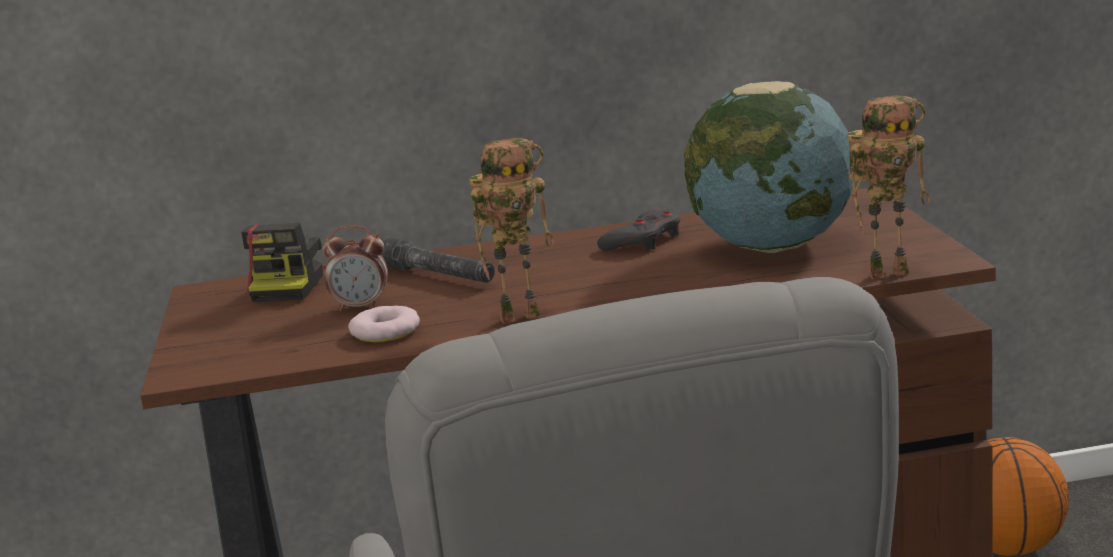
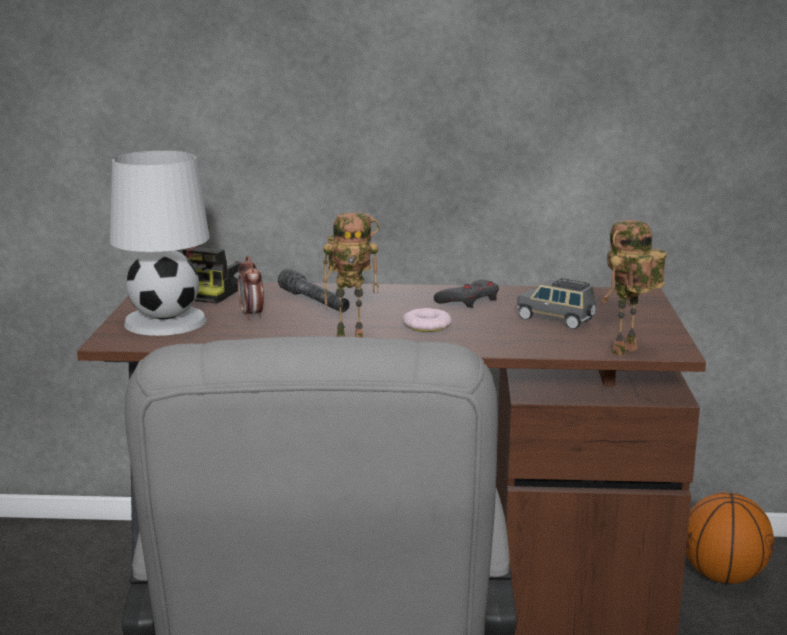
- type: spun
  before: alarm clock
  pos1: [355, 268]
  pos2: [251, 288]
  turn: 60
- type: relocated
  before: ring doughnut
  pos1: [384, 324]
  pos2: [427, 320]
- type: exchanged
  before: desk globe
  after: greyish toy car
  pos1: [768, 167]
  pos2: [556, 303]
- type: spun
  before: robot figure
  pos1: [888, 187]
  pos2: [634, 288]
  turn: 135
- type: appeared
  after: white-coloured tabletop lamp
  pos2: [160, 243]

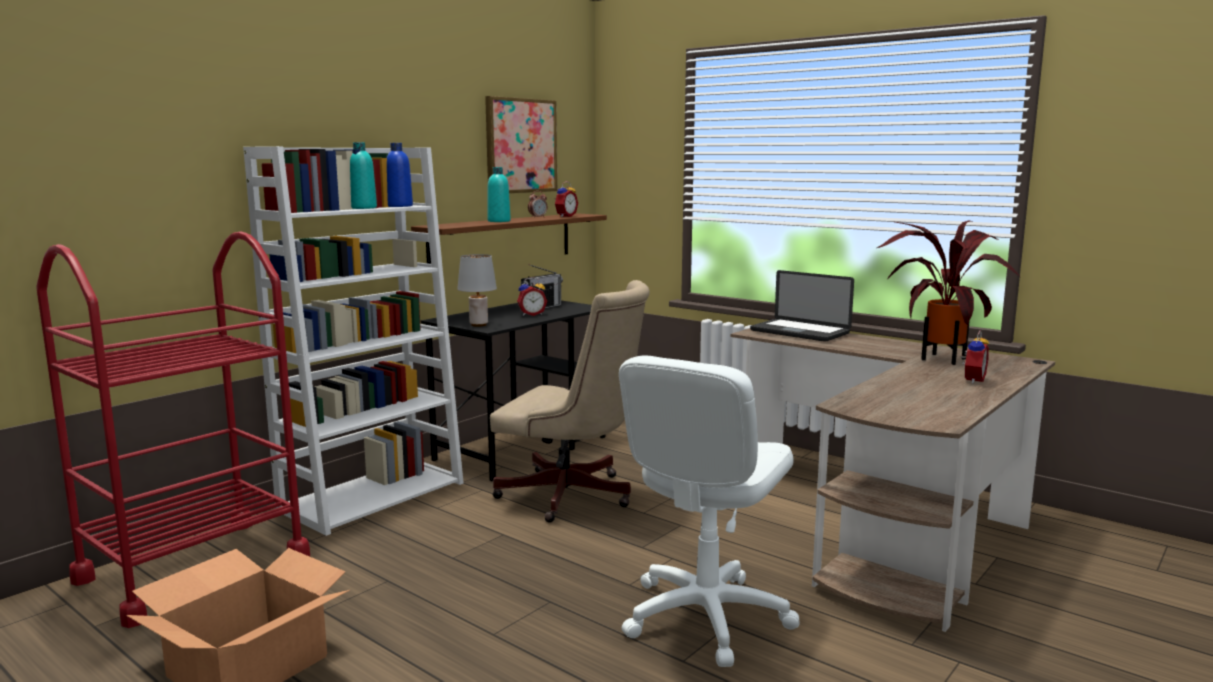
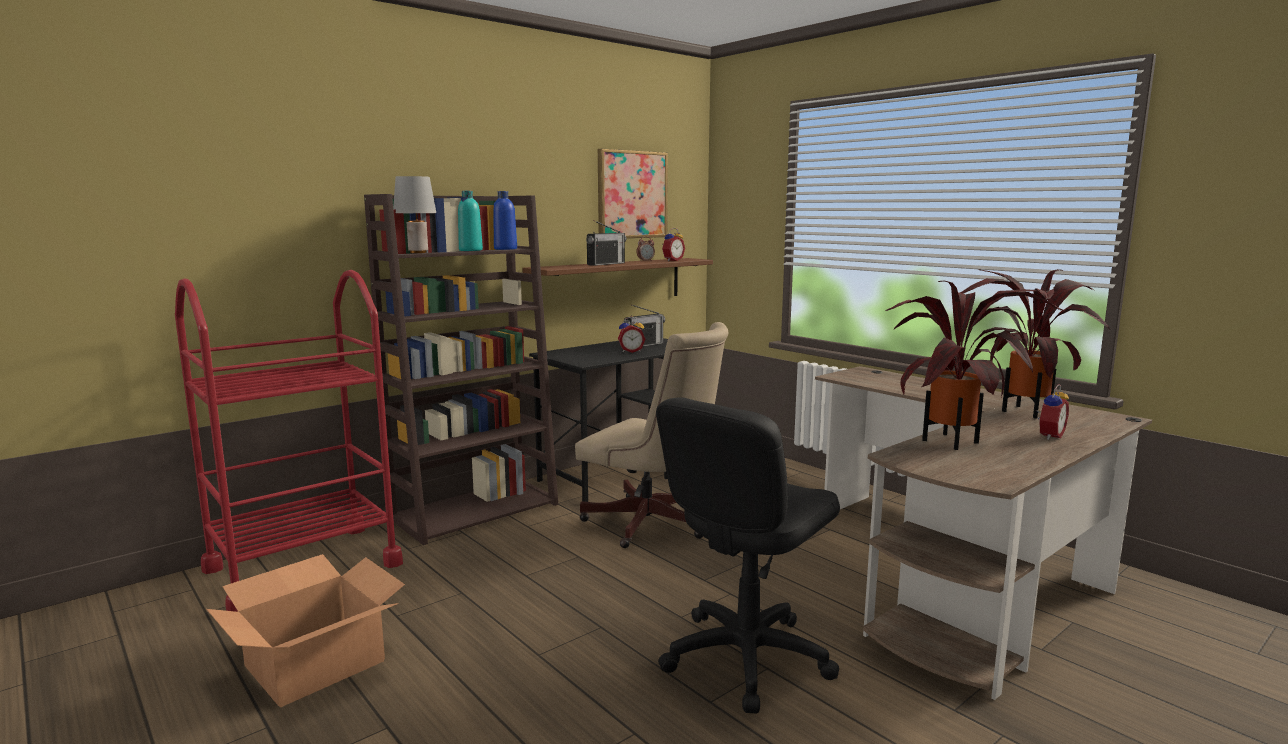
- type: colour
  before: white-coloured shelving unit
  after: brown-coloured shelving unit
  pos1: [353, 341]
  pos2: [461, 369]
- type: relocated
  before: greyish tabletop lamp
  pos1: [477, 290]
  pos2: [414, 214]
- type: exchanged
  before: turquoise beverage bottle
  after: radio
  pos1: [499, 194]
  pos2: [606, 243]
- type: colour
  before: white-coloured computer chair
  after: blackish computer chair
  pos1: [709, 511]
  pos2: [748, 555]
- type: missing
  before: laptop
  pos1: [802, 306]
- type: appeared
  after: potted plant
  pos2: [975, 365]

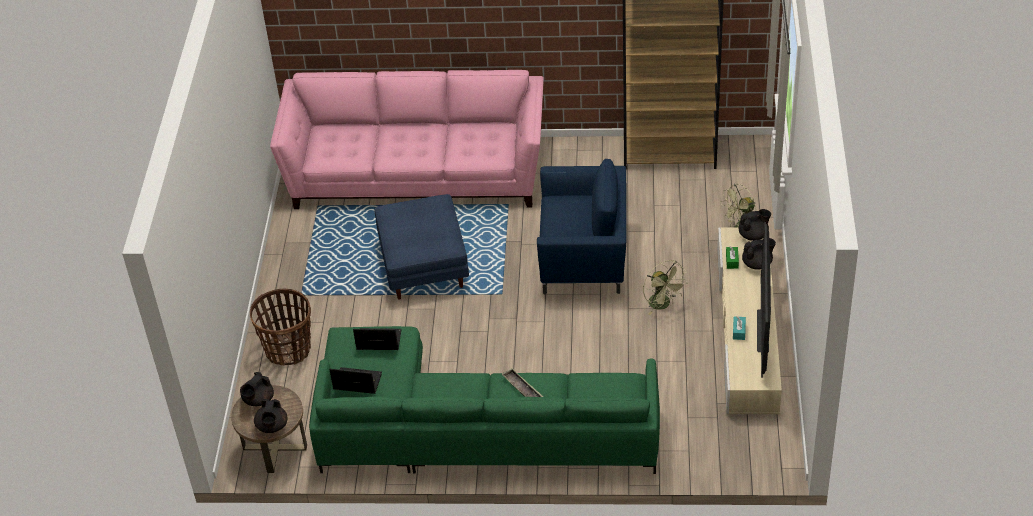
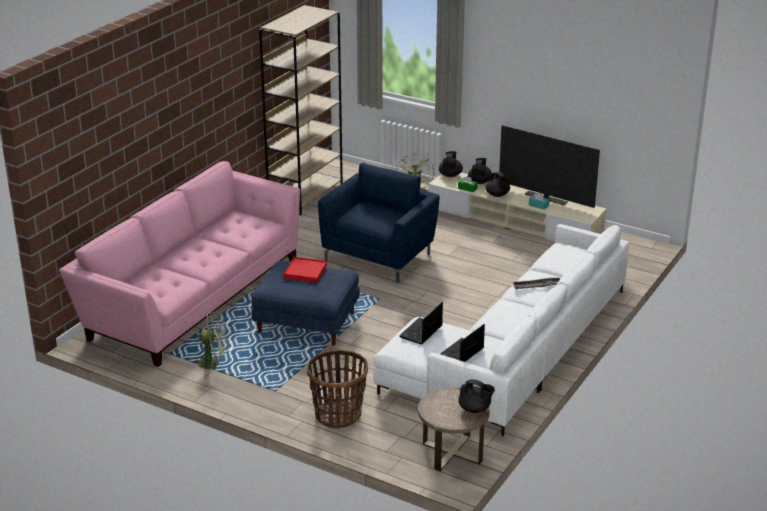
- type: relocated
  before: blackish pot for tea
  pos1: [257, 389]
  pos2: [498, 184]
- type: colour
  before: green-coloured settee
  after: white-coloured settee
  pos1: [484, 400]
  pos2: [501, 330]
- type: relocated
  before: green-coloured cooling fan
  pos1: [665, 287]
  pos2: [210, 342]
- type: appeared
  after: red-coloured carrying tray
  pos2: [305, 270]

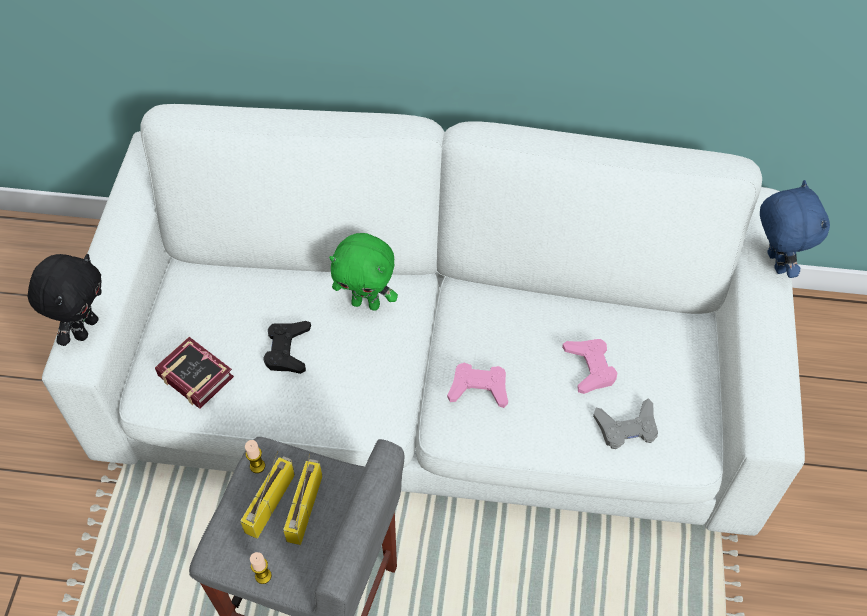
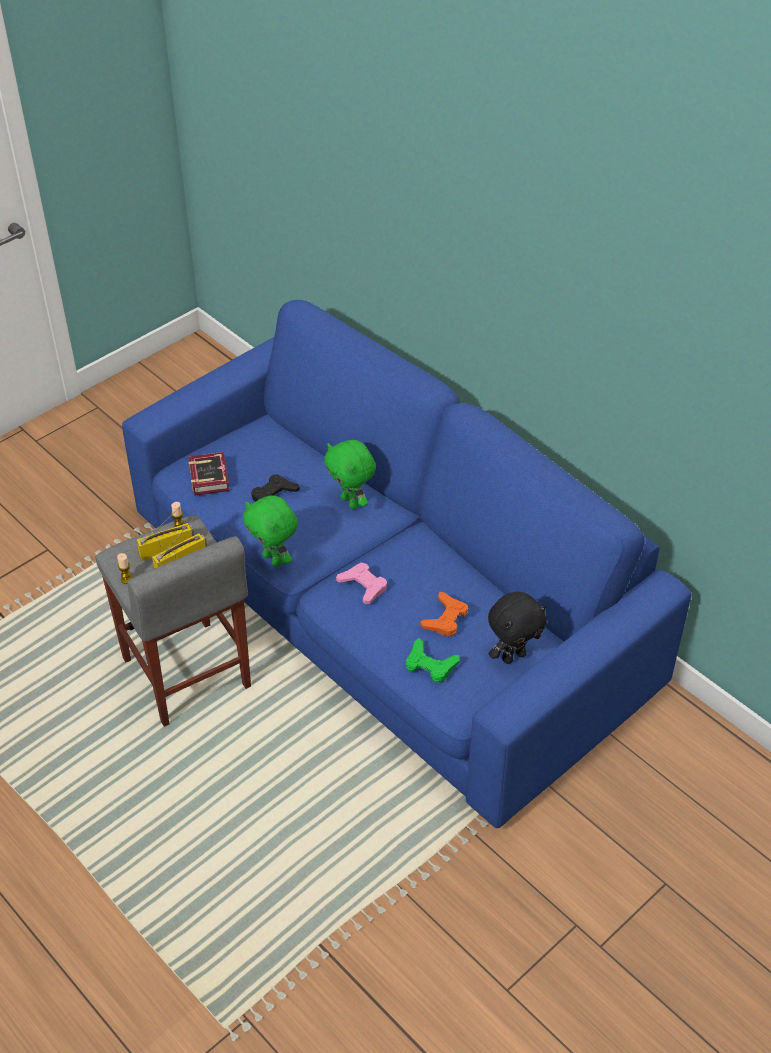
- type: relocated
  before: blackish plush toy
  pos1: [65, 300]
  pos2: [517, 628]
- type: colour
  before: white-coloured settee
  after: blue settee
  pos1: [423, 320]
  pos2: [406, 564]
- type: colour
  before: pink-coloured joypad
  after: orange joypad
  pos1: [589, 366]
  pos2: [444, 614]
- type: colour
  before: greyish joypad
  after: green-coloured joypad
  pos1: [625, 423]
  pos2: [433, 660]
- type: missing
  before: blue plush toy
  pos1: [795, 229]
- type: appeared
  after: green-coloured plush toy
  pos2: [270, 531]

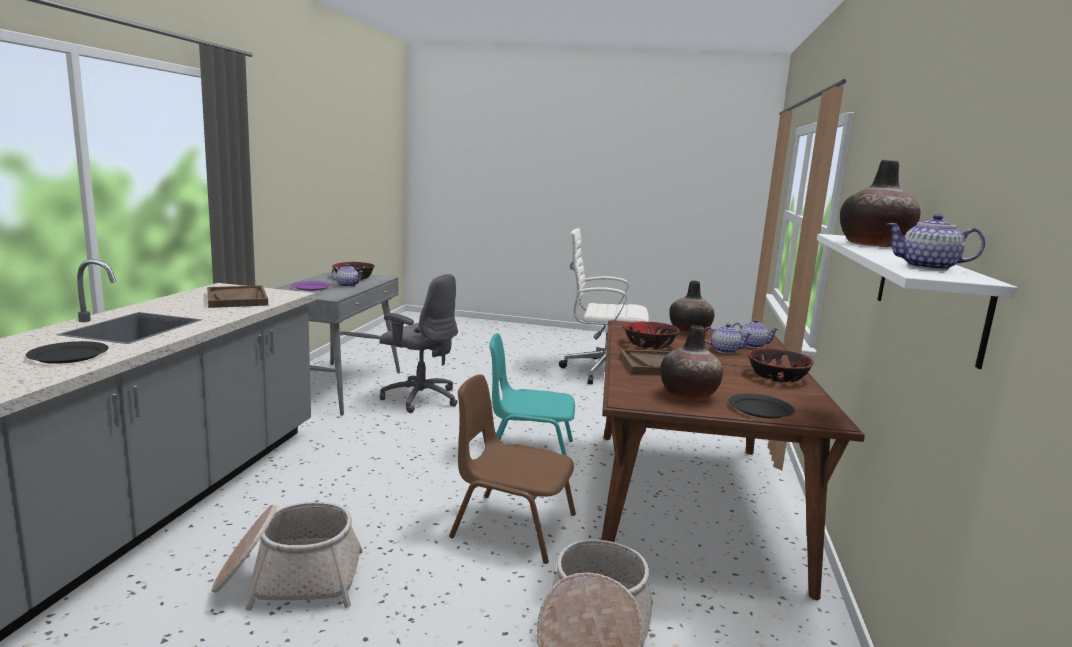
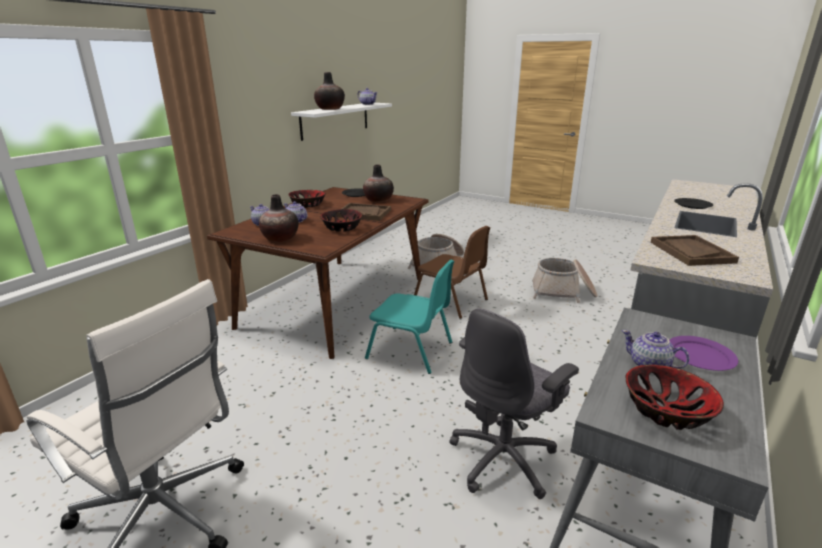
- type: spun
  before: greyish computer chair
  pos1: [418, 343]
  pos2: [514, 403]
  turn: -90

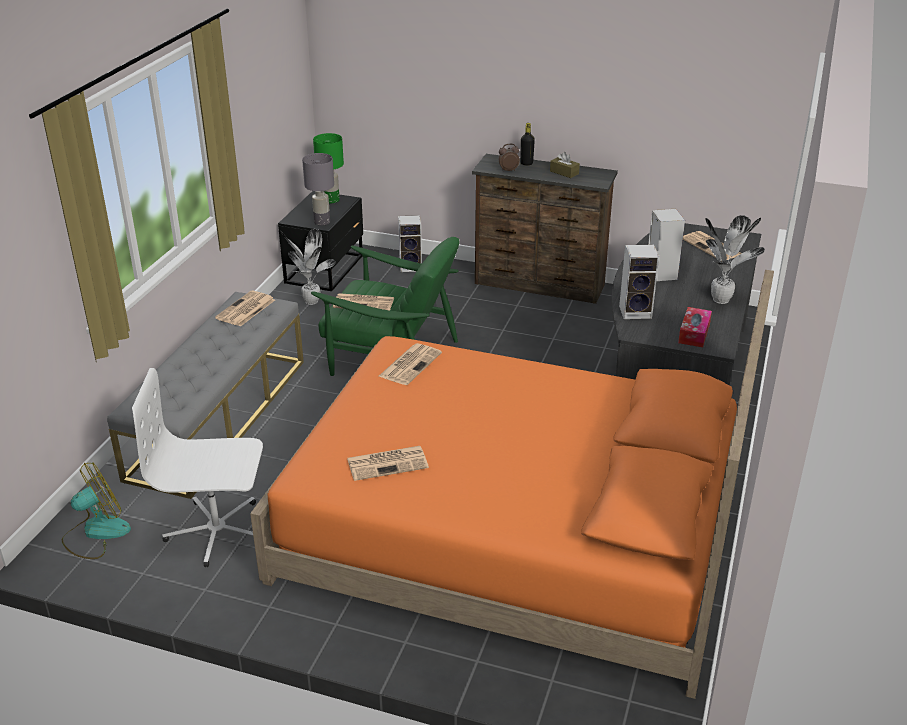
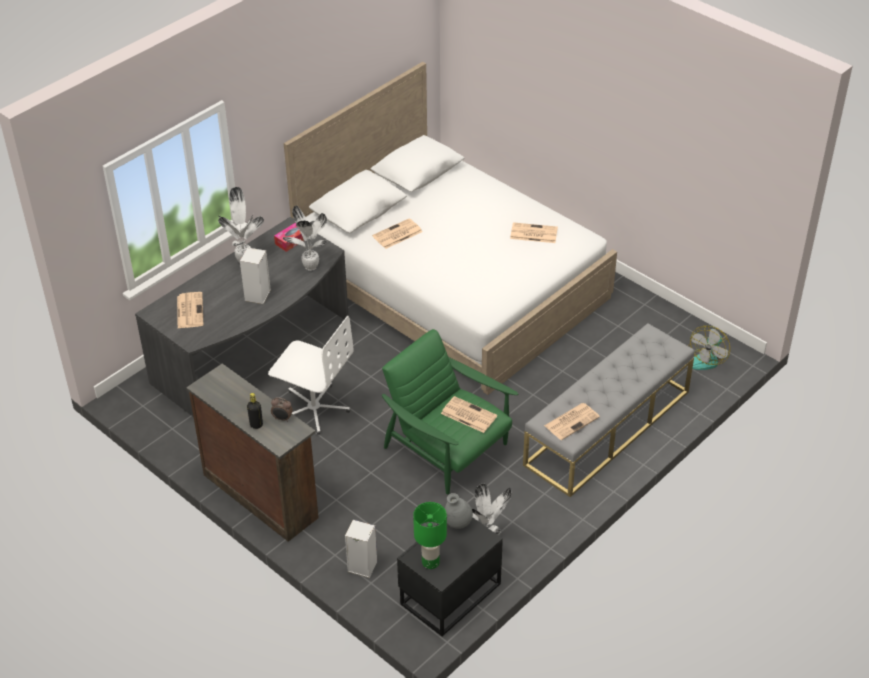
- type: spun
  before: cooling fan
  pos1: [96, 510]
  pos2: [709, 348]
  turn: -45
- type: relocated
  before: white-coloured computer chair
  pos1: [197, 467]
  pos2: [310, 375]
- type: colour
  before: orange sleeping bed
  after: white-coloured sleeping bed
  pos1: [512, 484]
  pos2: [450, 228]
- type: exchanged
  before: greyish tabletop lamp
  after: greyish flower vase
  pos1: [318, 189]
  pos2: [459, 511]
- type: relocated
  before: daily paper
  pos1: [410, 364]
  pos2: [397, 233]
- type: missing
  before: brown-coloured tissue box
  pos1: [565, 165]
- type: exchanged
  before: speaker
  after: potted plant
  pos1: [639, 282]
  pos2: [305, 238]

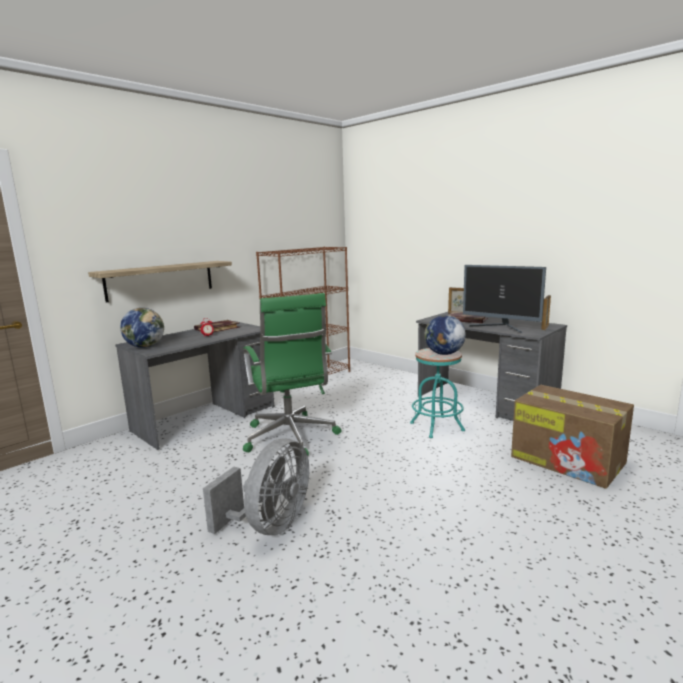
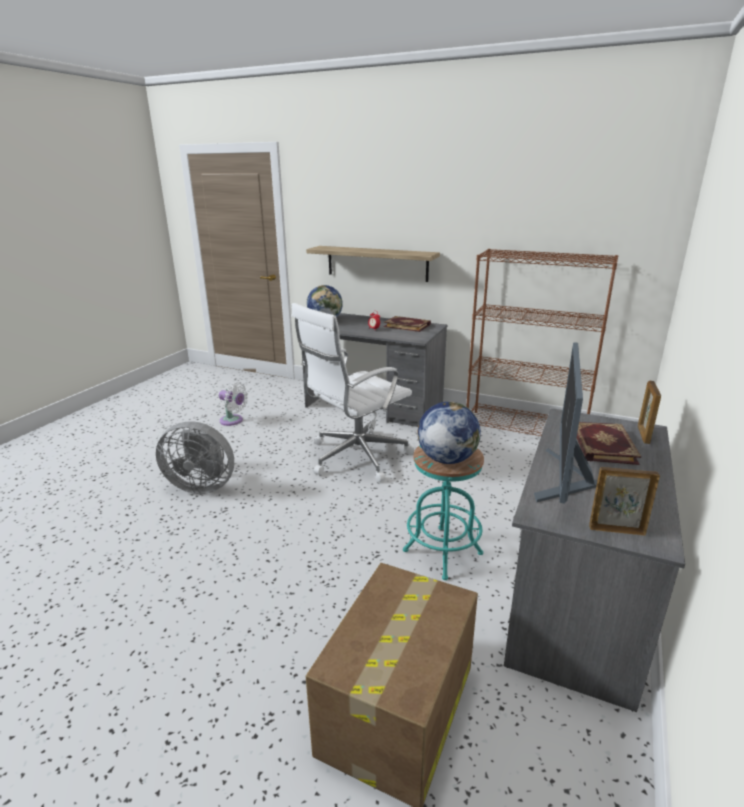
- type: colour
  before: green-coloured computer chair
  after: white-coloured computer chair
  pos1: [292, 374]
  pos2: [352, 392]
- type: appeared
  after: white-coloured cooling fan
  pos2: [233, 404]

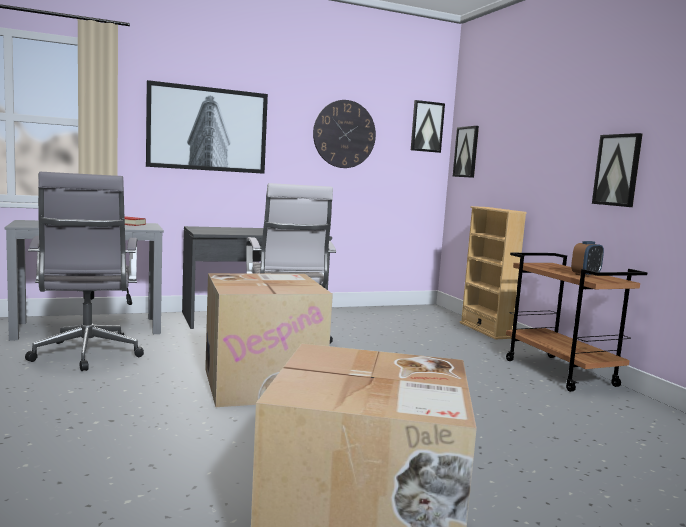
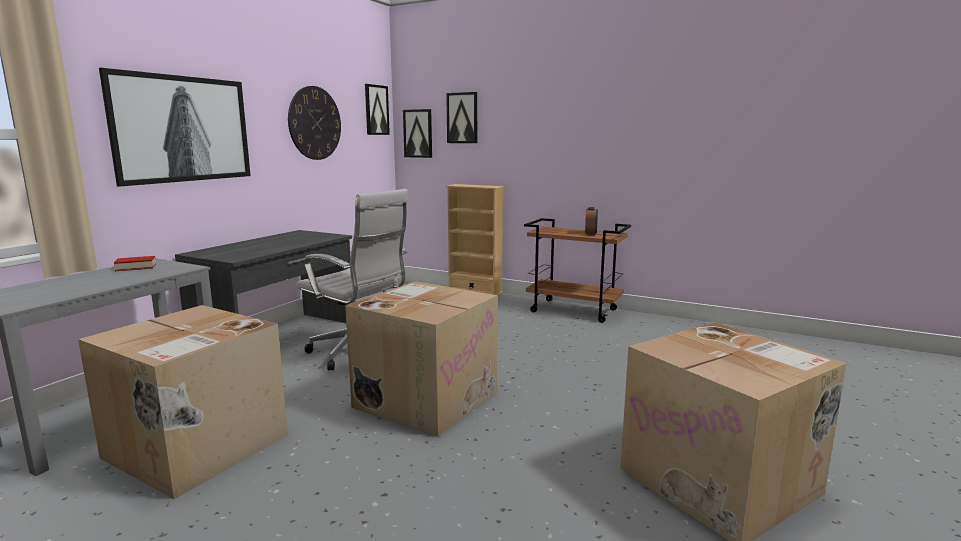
- type: exchanged
  before: greyish computer chair
  after: cardboard box
  pos1: [84, 271]
  pos2: [183, 402]
- type: relocated
  before: wall art
  pos1: [617, 170]
  pos2: [461, 117]

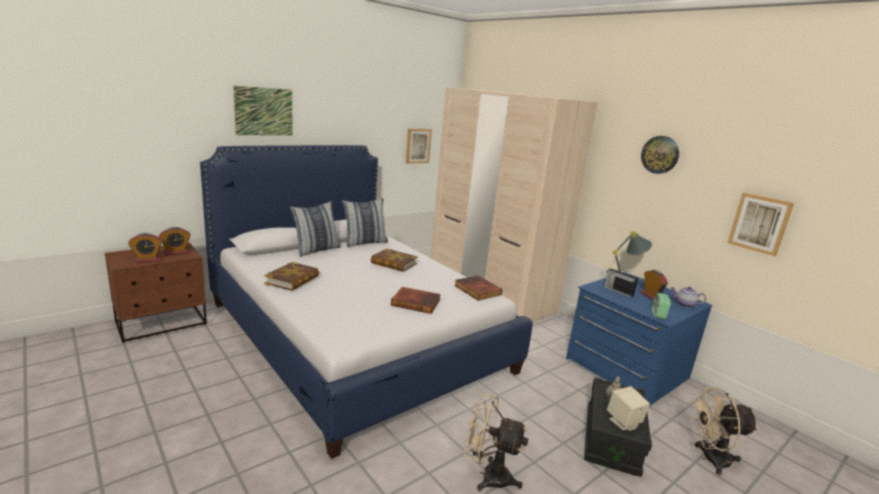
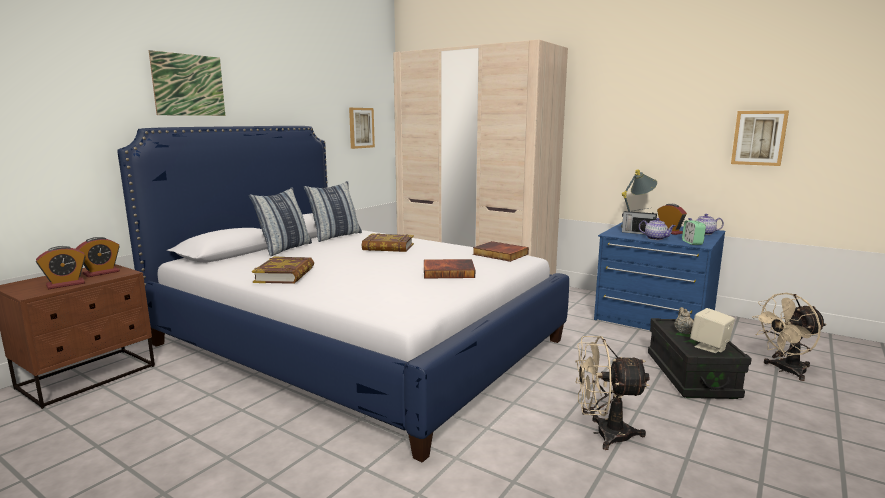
- type: missing
  before: hanging clock
  pos1: [660, 155]
- type: appeared
  after: pot for tea
  pos2: [657, 229]

